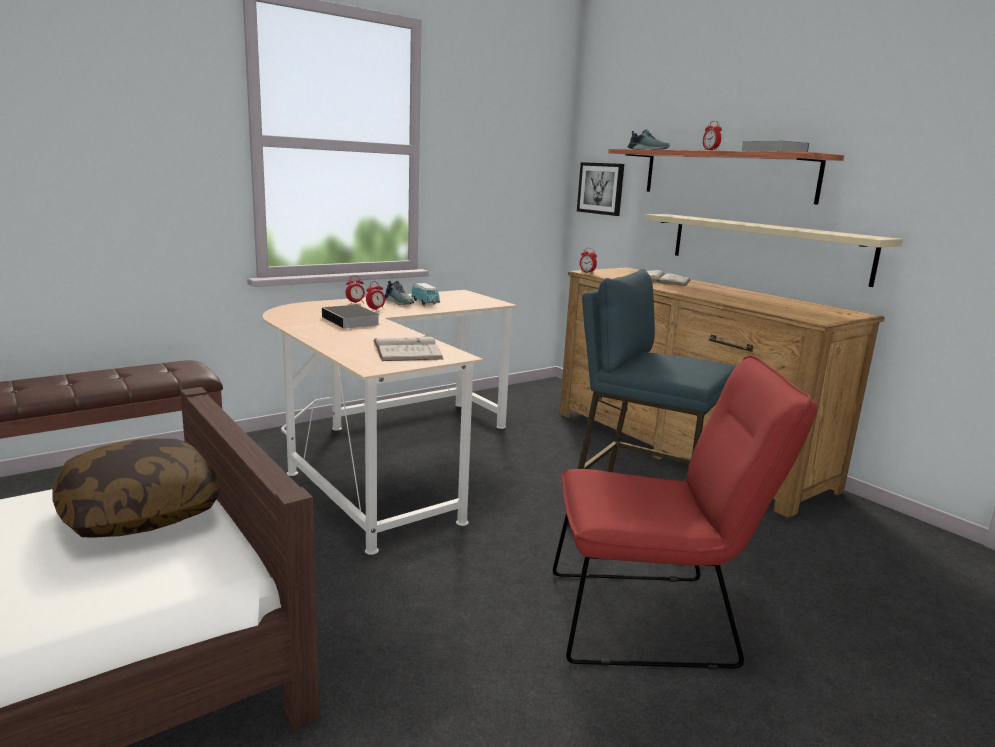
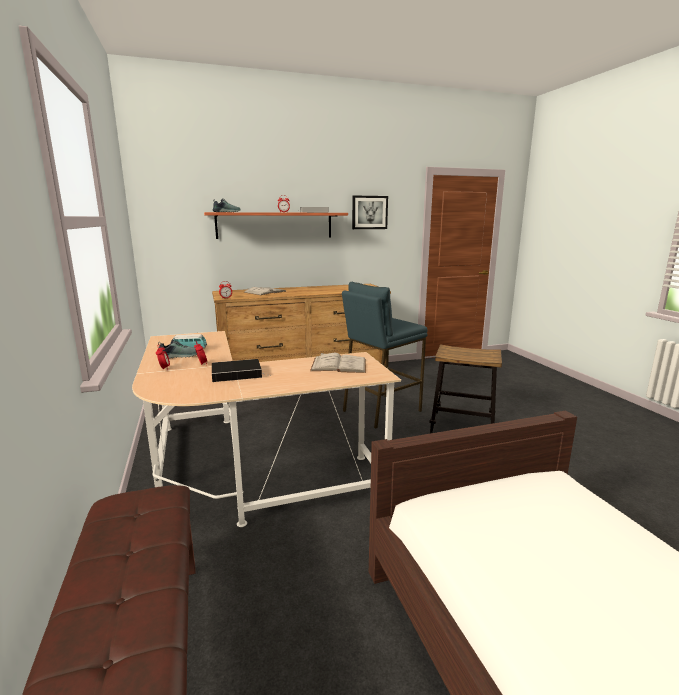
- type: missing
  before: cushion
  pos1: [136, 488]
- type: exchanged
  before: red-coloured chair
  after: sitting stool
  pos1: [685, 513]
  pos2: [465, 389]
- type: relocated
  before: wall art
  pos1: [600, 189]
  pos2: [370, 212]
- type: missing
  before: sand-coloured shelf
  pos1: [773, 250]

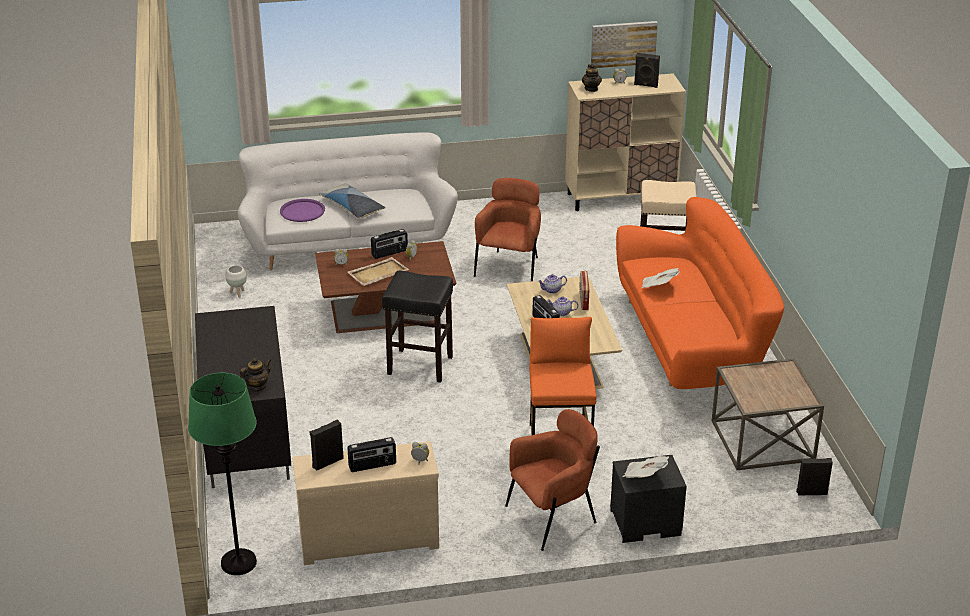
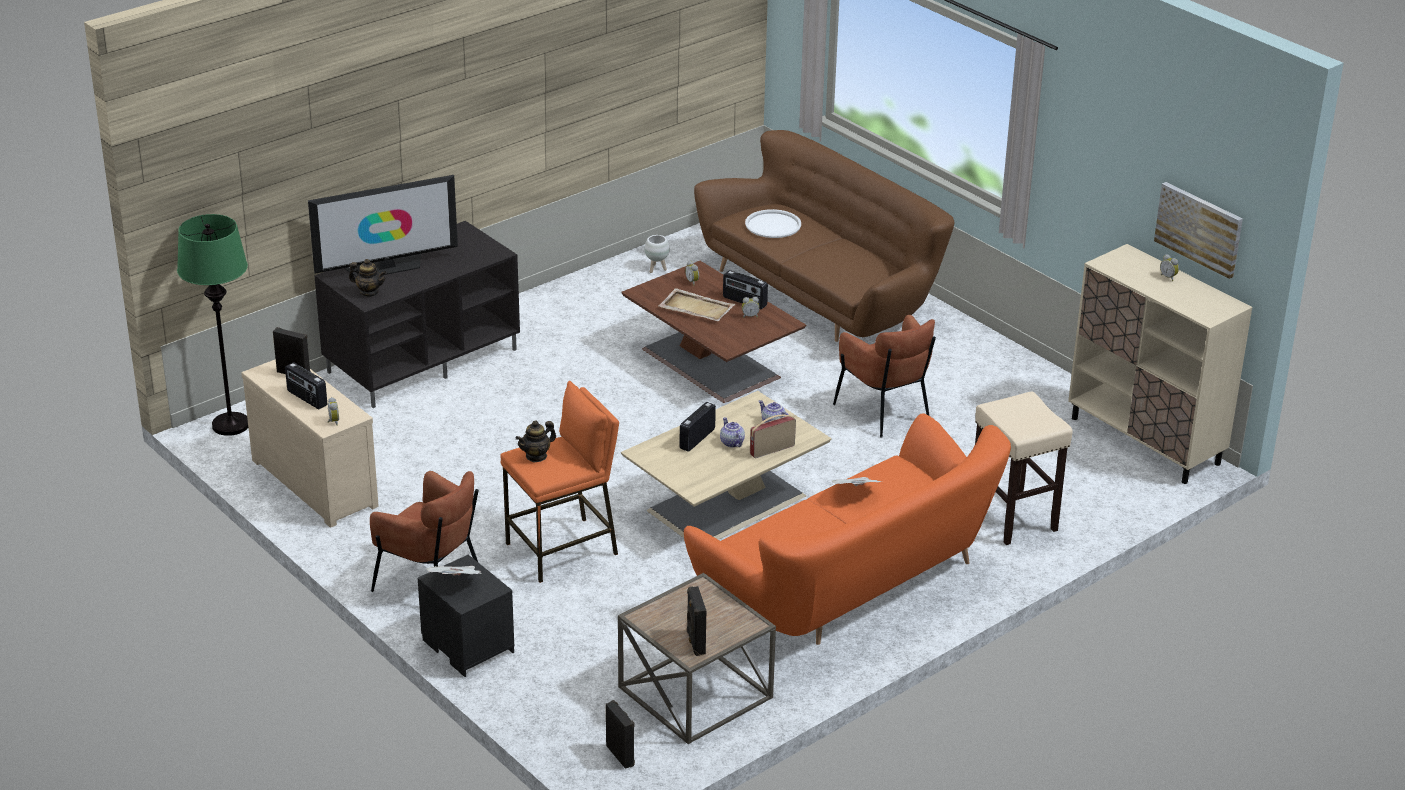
- type: colour
  before: white-coloured settee
  after: brown-coloured settee
  pos1: [348, 201]
  pos2: [824, 236]
- type: colour
  before: purple-coloured carrying tray
  after: white-coloured carrying tray
  pos1: [302, 210]
  pos2: [773, 223]
- type: missing
  before: cushion
  pos1: [352, 200]
- type: missing
  before: blackish sitting stool
  pos1: [417, 327]
- type: spun
  before: brown-coloured armchair
  pos1: [507, 229]
  pos2: [884, 376]
  turn: 75
- type: relocated
  before: pot for tea
  pos1: [592, 78]
  pos2: [536, 441]
- type: relocated
  before: blackish speaker
  pos1: [647, 70]
  pos2: [696, 621]
- type: appeared
  after: TV
  pos2: [383, 225]

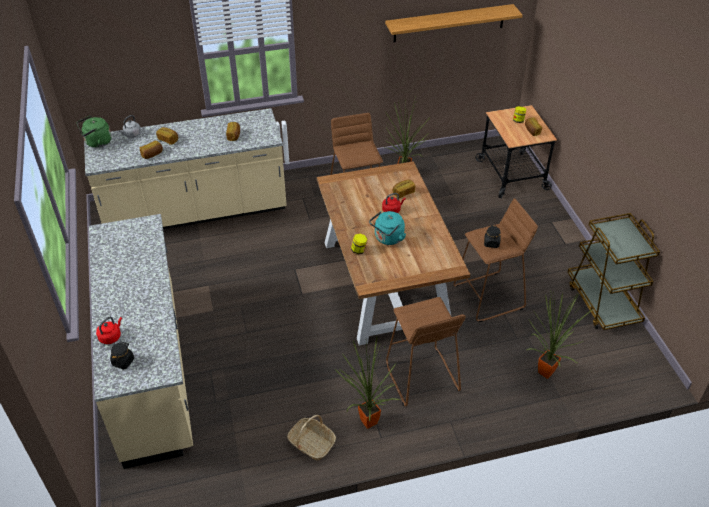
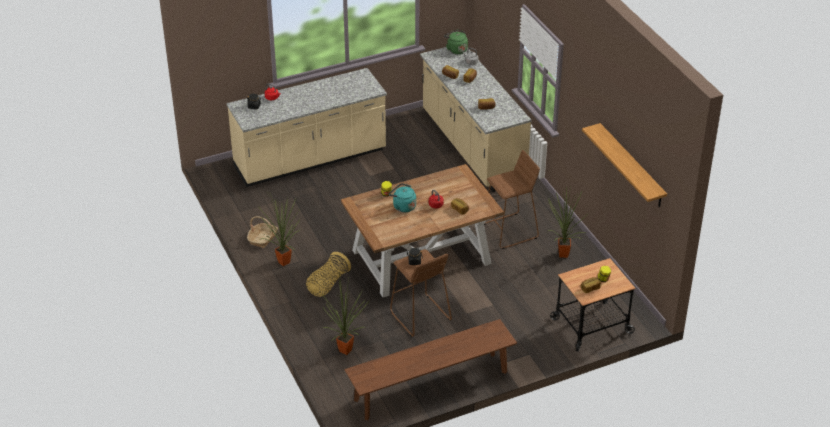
- type: exchanged
  before: brown-coloured sitting stool
  after: basket
  pos1: [426, 352]
  pos2: [328, 274]
- type: exchanged
  before: brown-coloured trolley
  after: brown-coloured indoor bench
  pos1: [613, 271]
  pos2: [430, 369]

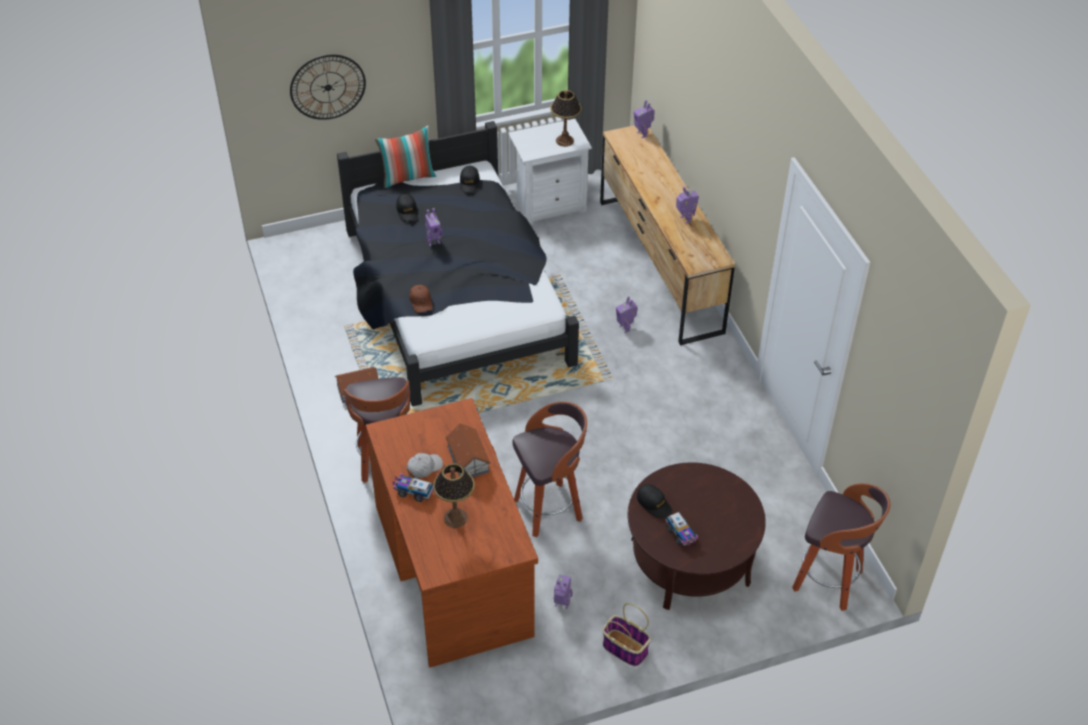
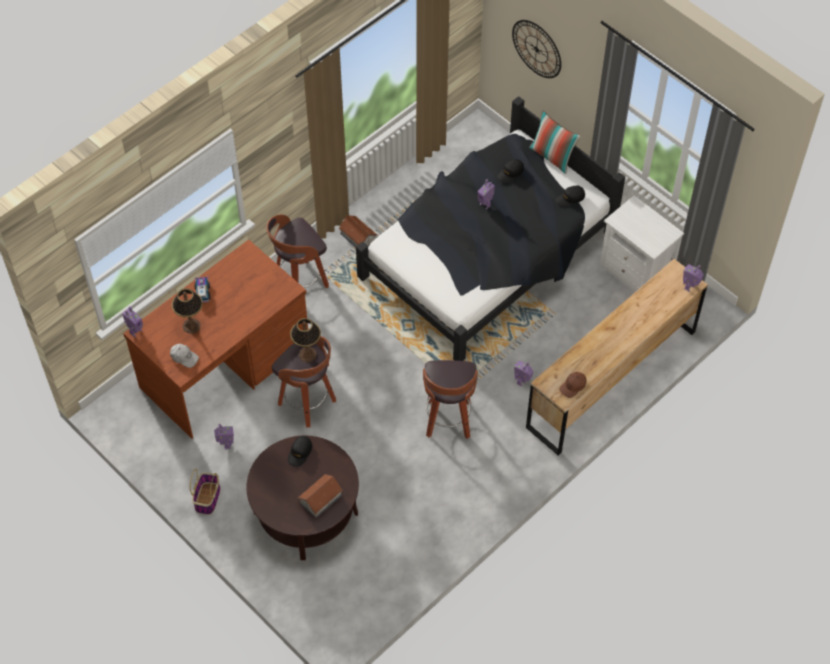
- type: relocated
  before: white-coloured peaked cap
  pos1: [425, 466]
  pos2: [184, 356]
- type: relocated
  before: brown-coloured peaked cap
  pos1: [421, 299]
  pos2: [573, 385]
- type: relocated
  before: toy house
  pos1: [468, 450]
  pos2: [320, 496]
- type: relocated
  before: tabletop lamp
  pos1: [565, 118]
  pos2: [305, 340]
- type: missing
  before: toy lorry
  pos1: [682, 529]
- type: relocated
  before: robot figure
  pos1: [687, 205]
  pos2: [132, 321]
- type: relocated
  before: sitting stool
  pos1: [841, 547]
  pos2: [450, 399]

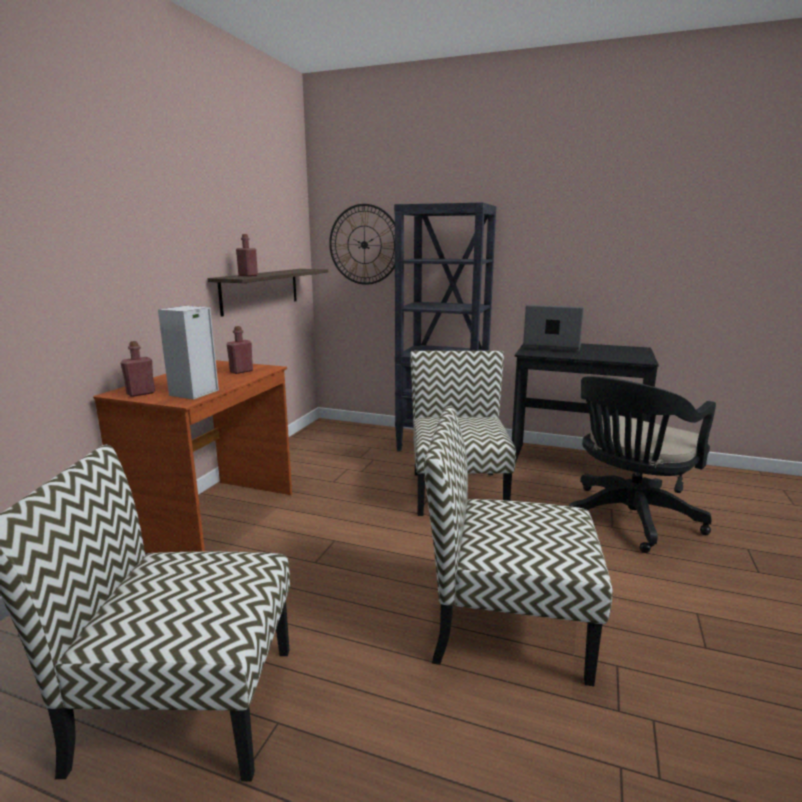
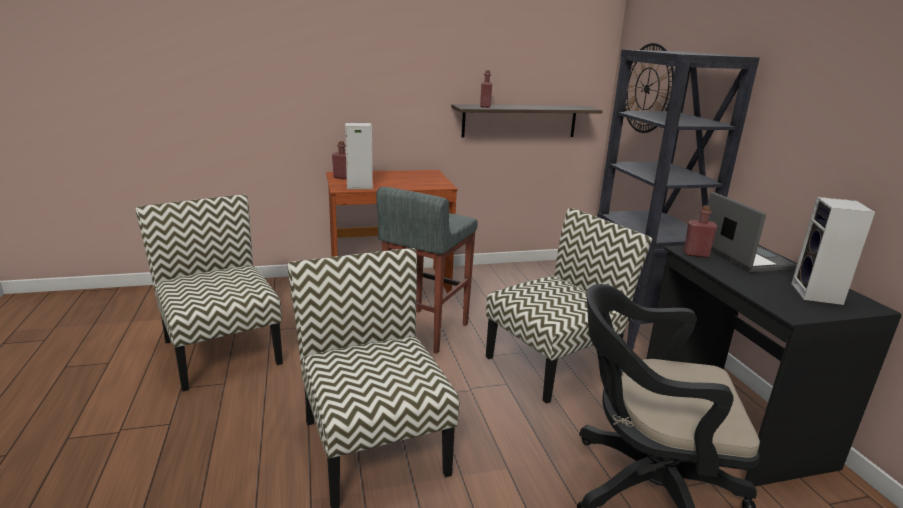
- type: relocated
  before: red-coloured beverage bottle
  pos1: [240, 350]
  pos2: [700, 231]
- type: appeared
  after: greyish sitting stool
  pos2: [427, 270]
- type: appeared
  after: speaker
  pos2: [833, 251]

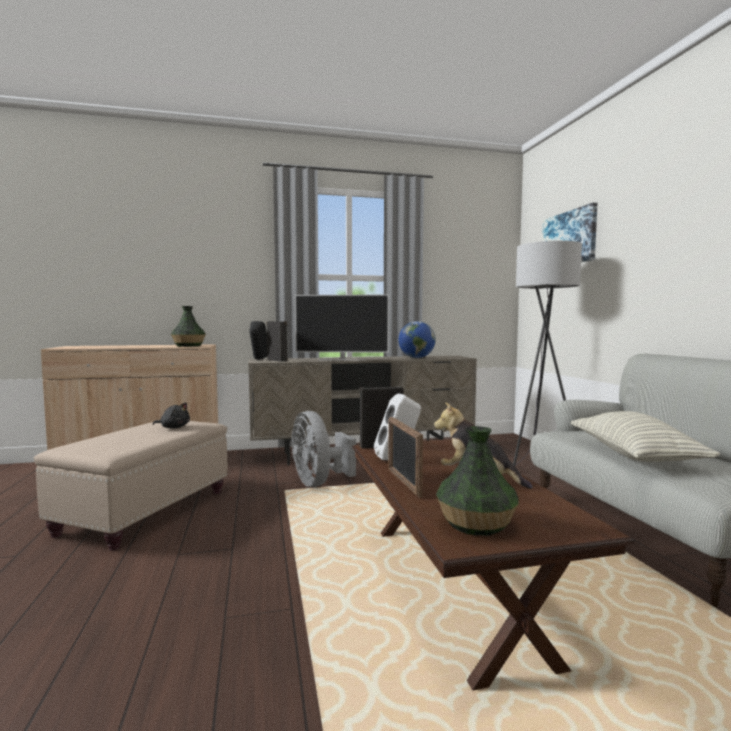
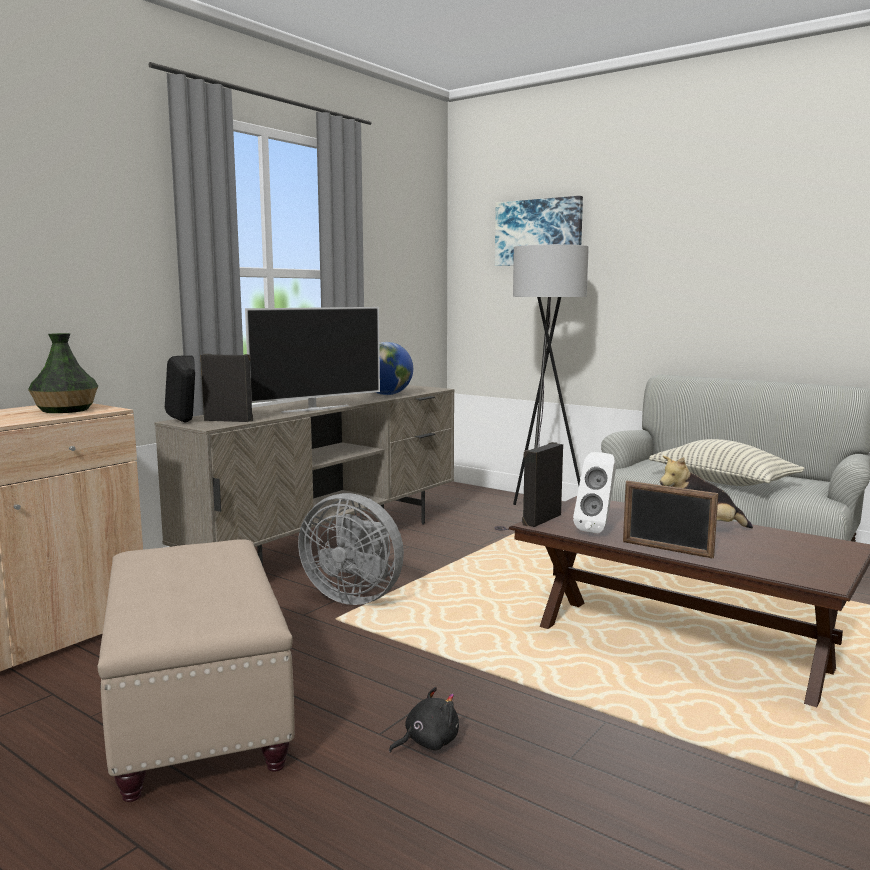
- type: relocated
  before: blackish plush toy
  pos1: [171, 415]
  pos2: [424, 720]
- type: missing
  before: flower vase
  pos1: [477, 480]

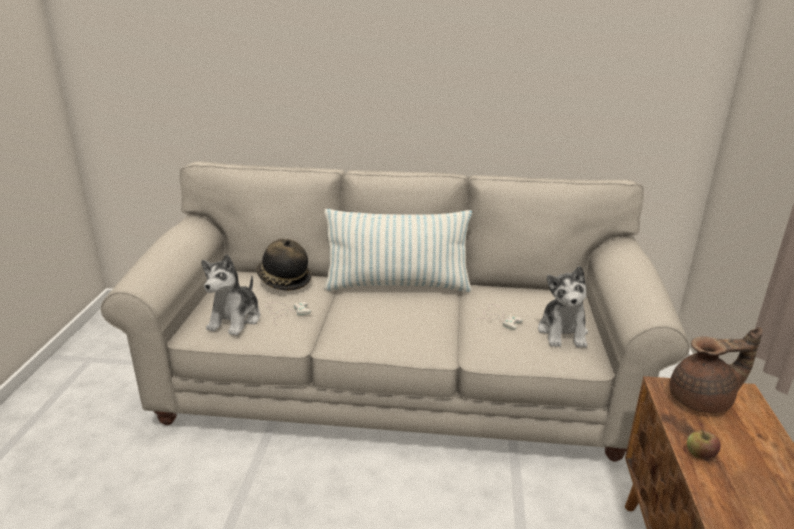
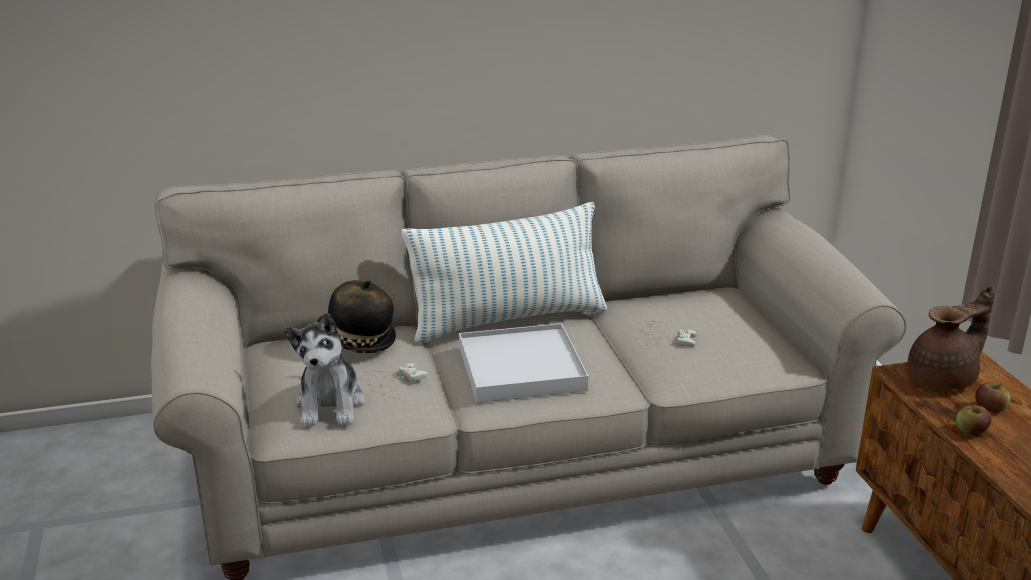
- type: missing
  before: plush toy
  pos1: [563, 307]
- type: appeared
  after: white-coloured carrying tray
  pos2: [524, 363]
- type: appeared
  after: apple fruit
  pos2: [992, 398]

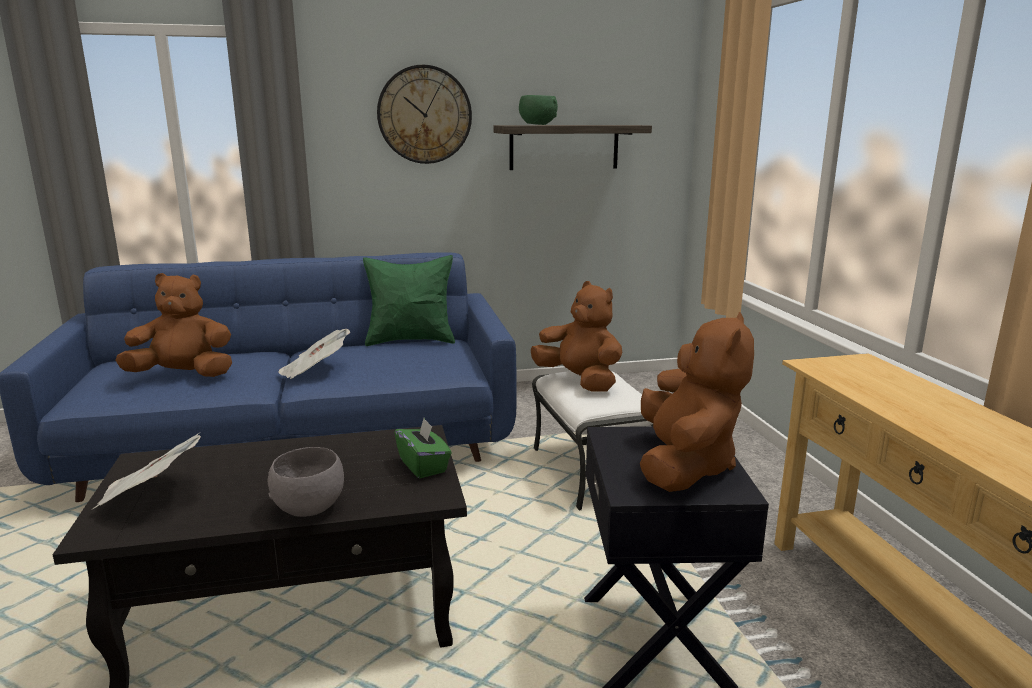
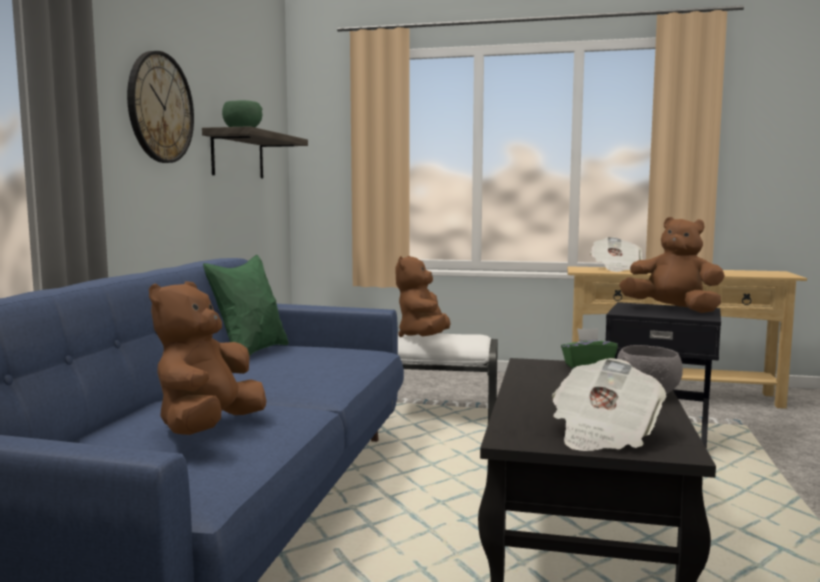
- type: relocated
  before: daily paper
  pos1: [314, 354]
  pos2: [616, 254]
- type: spun
  before: brown-coloured plush toy
  pos1: [576, 336]
  pos2: [423, 296]
  turn: -60

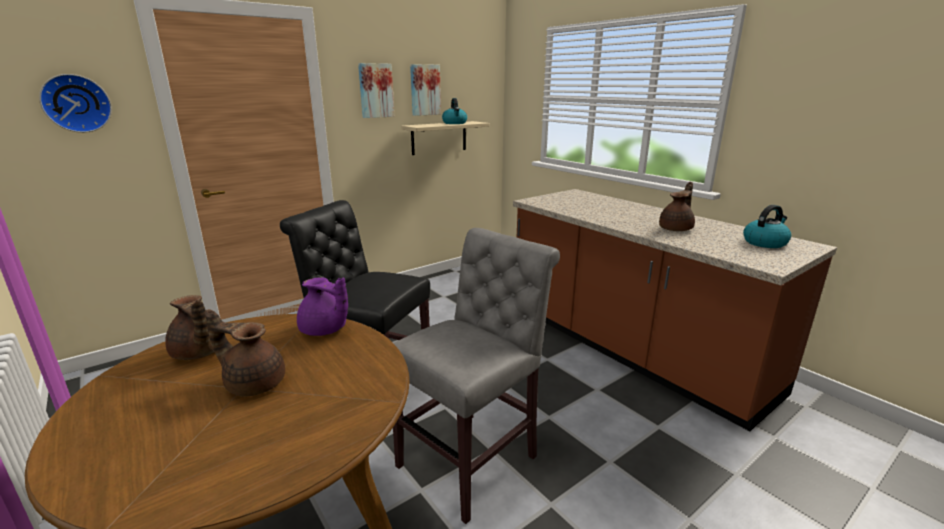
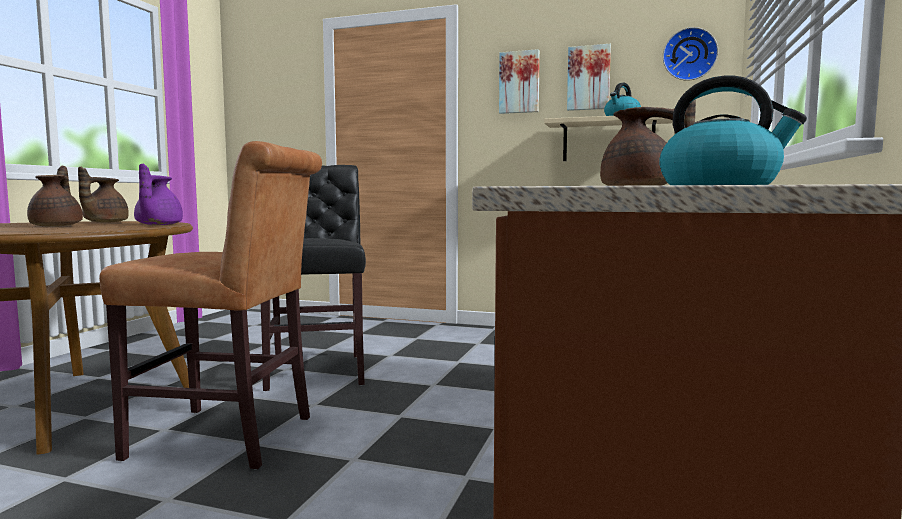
- type: relocated
  before: hanging clock
  pos1: [75, 103]
  pos2: [690, 54]
- type: colour
  before: greyish chair
  after: brown-coloured chair
  pos1: [476, 376]
  pos2: [210, 305]

